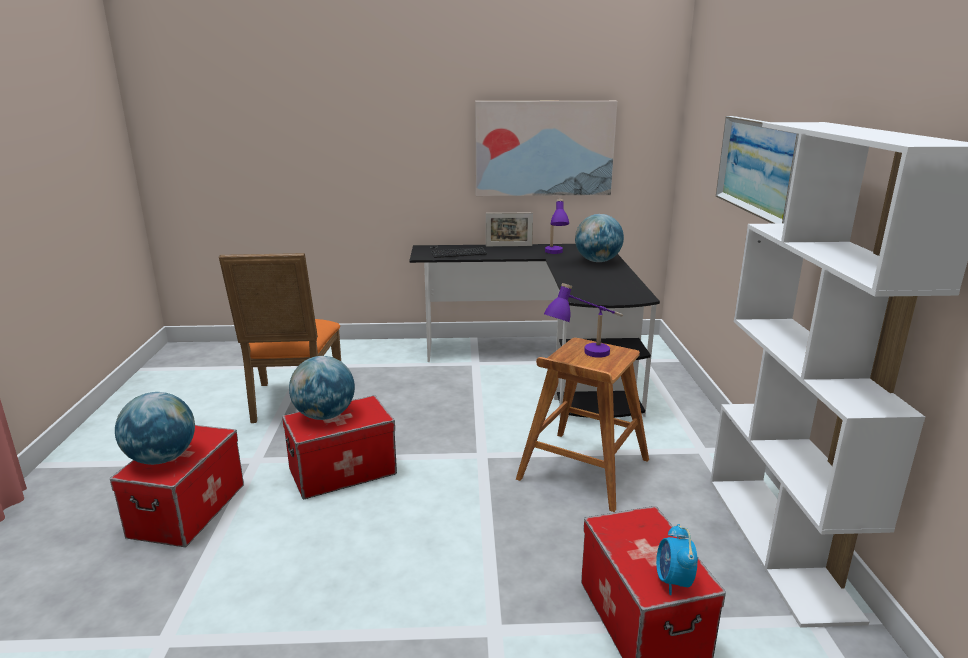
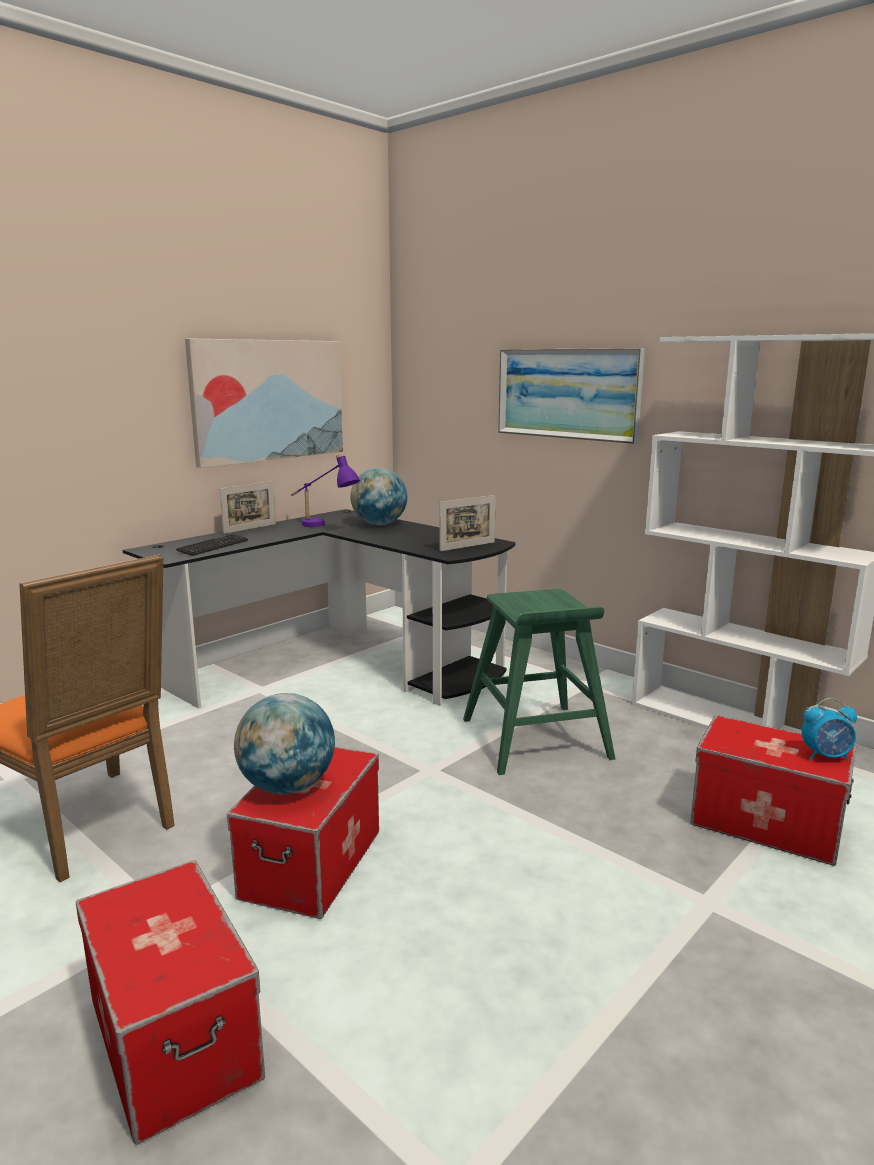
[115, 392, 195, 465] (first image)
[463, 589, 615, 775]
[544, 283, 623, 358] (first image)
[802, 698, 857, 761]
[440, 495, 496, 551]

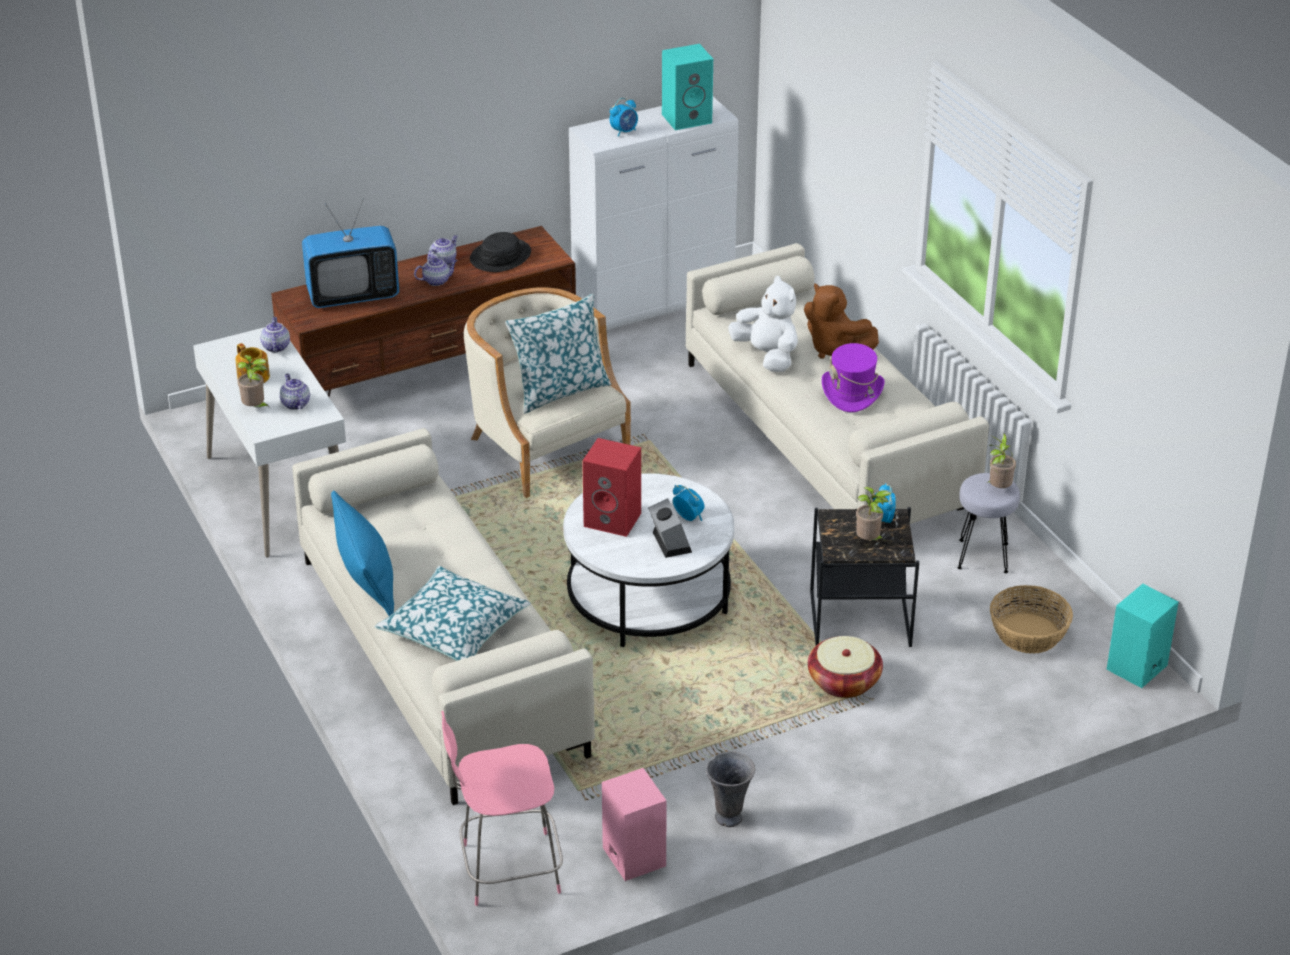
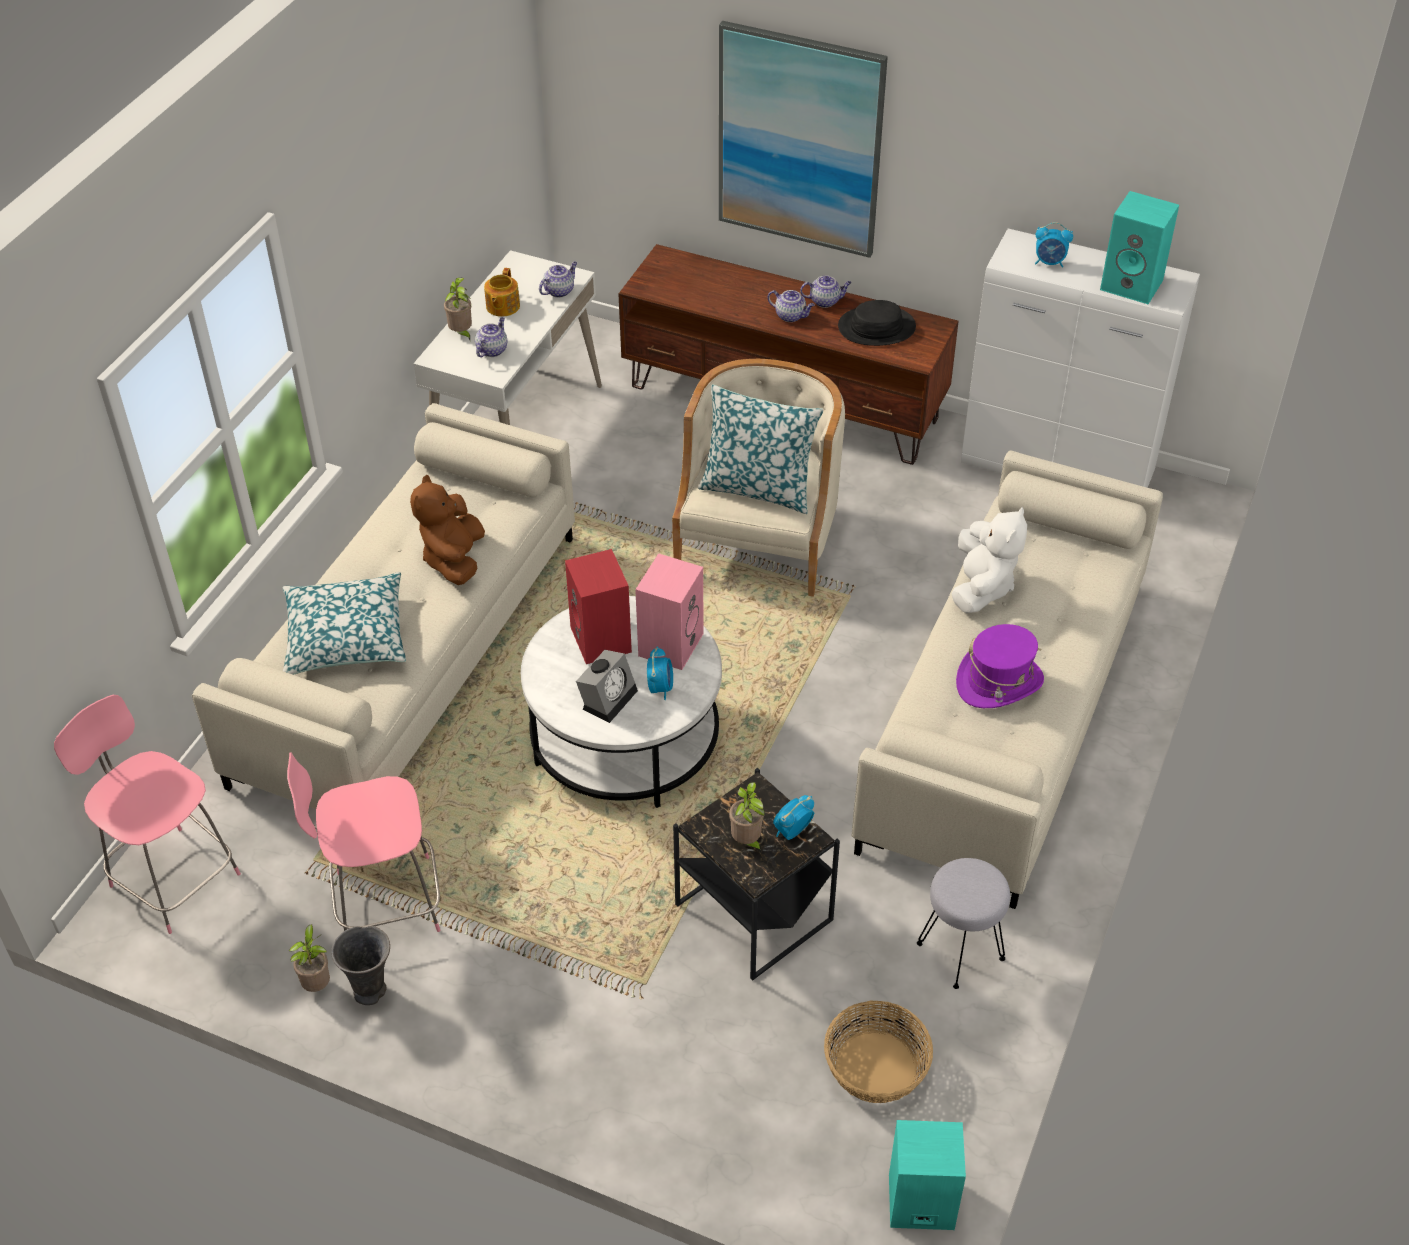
[302, 198, 399, 308] (first image)
[331, 491, 394, 616] (first image)
[635, 553, 704, 670]
[410, 475, 485, 585]
[808, 636, 883, 698] (first image)
[288, 924, 330, 992]
[287, 752, 440, 932]
[719, 21, 888, 258]

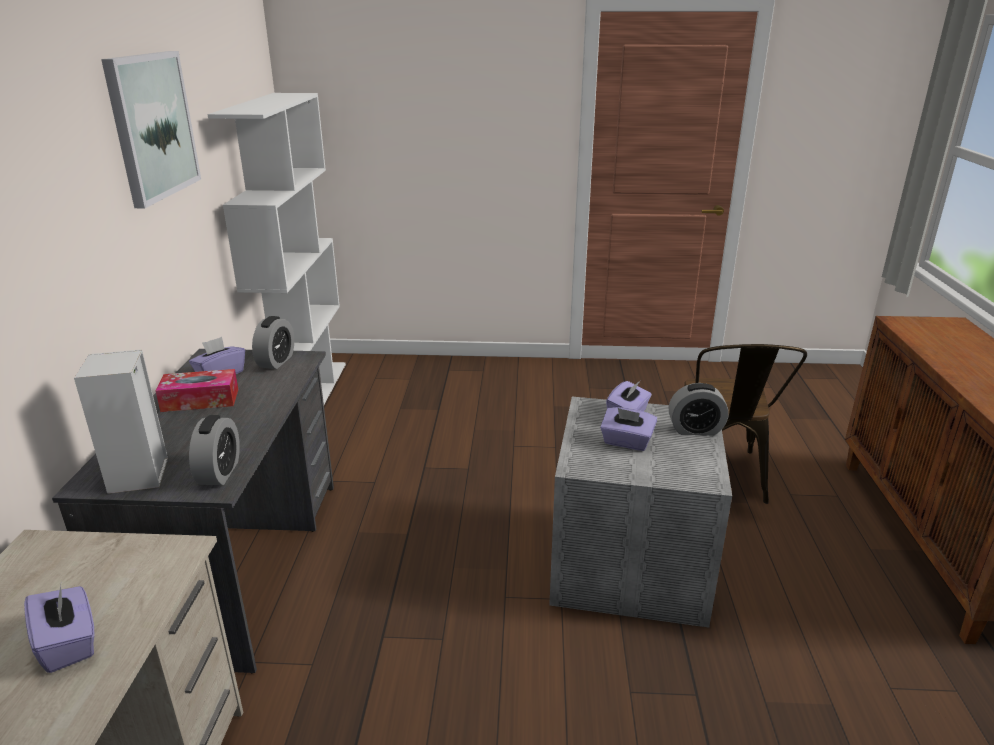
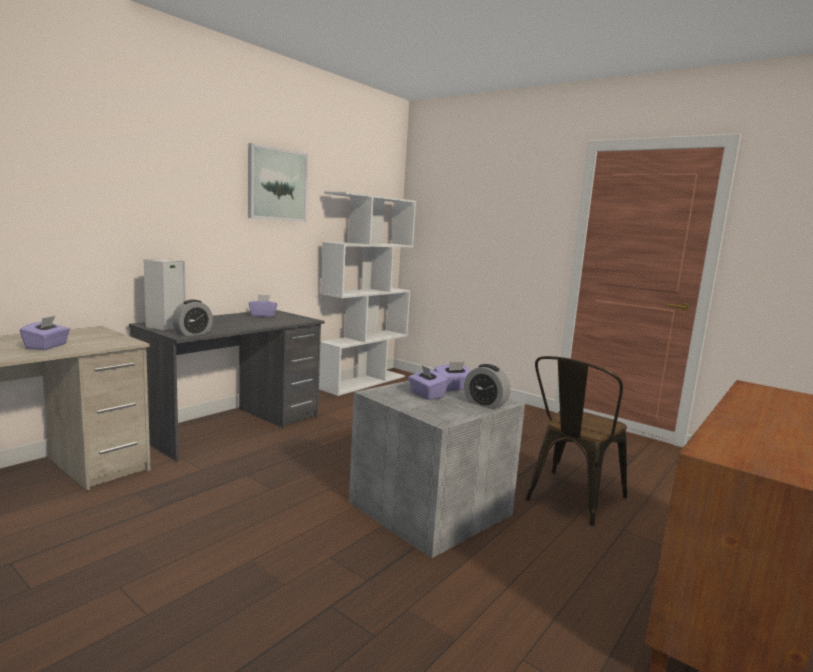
[155, 369, 238, 412] (first image)
[252, 316, 294, 369] (first image)

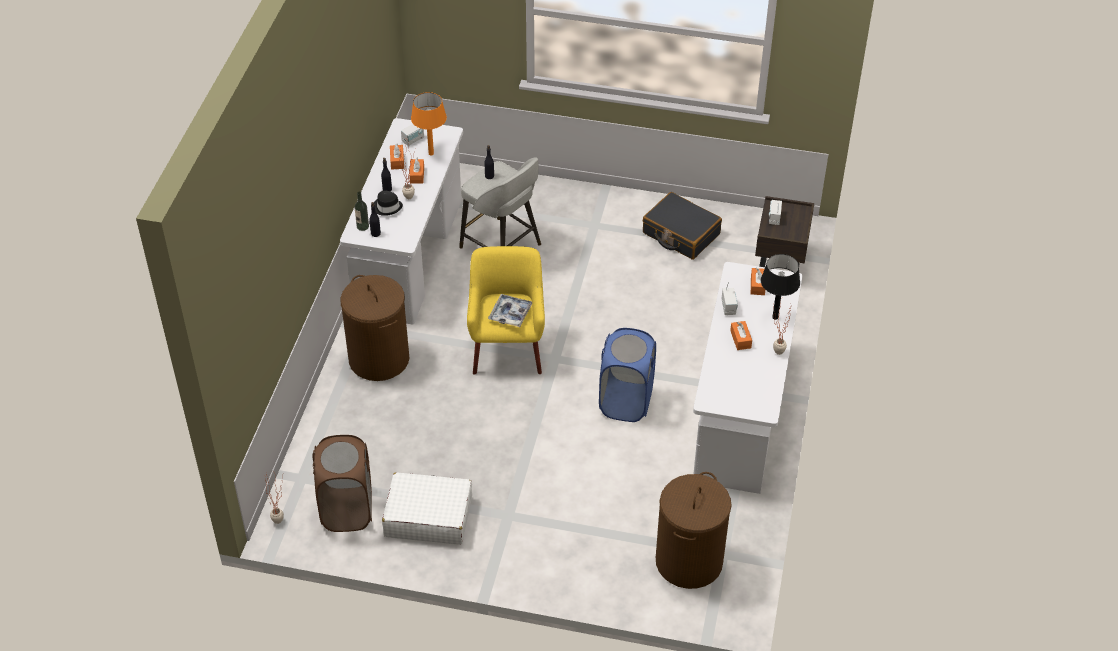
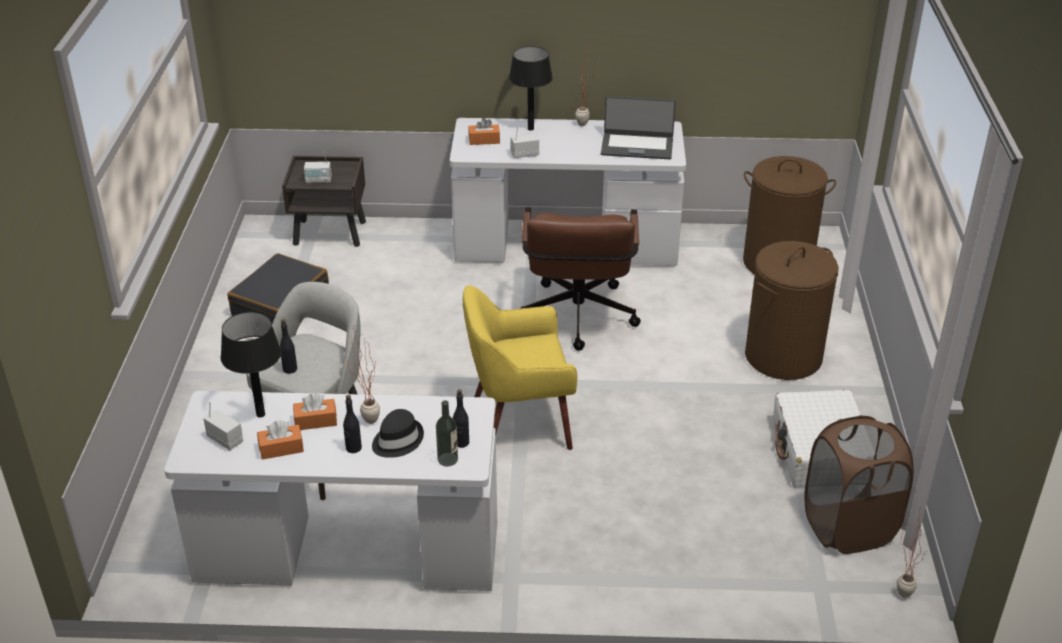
[745, 241, 839, 380]
[221, 312, 282, 418]
[488, 294, 532, 327] (first image)
[521, 207, 641, 351]
[730, 321, 752, 350] (first image)
[601, 96, 676, 159]

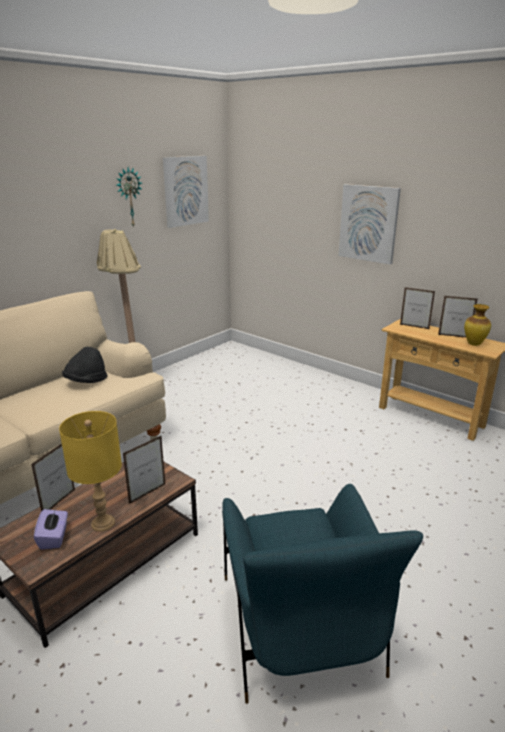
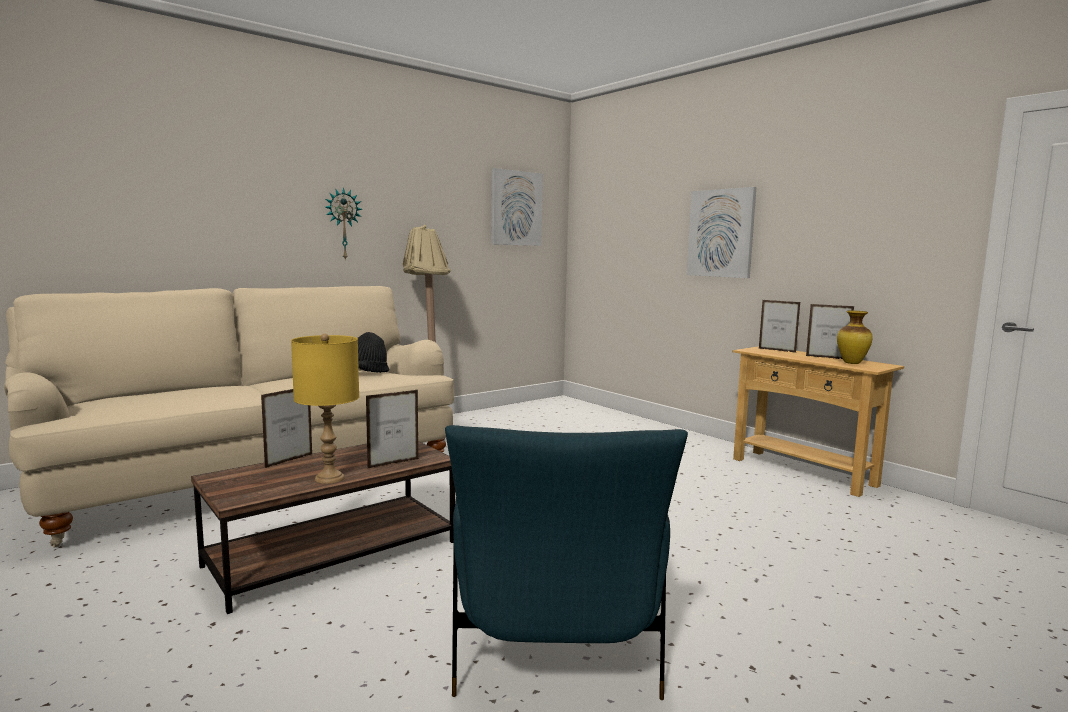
[34, 509, 68, 550] (first image)
[325, 187, 362, 261]

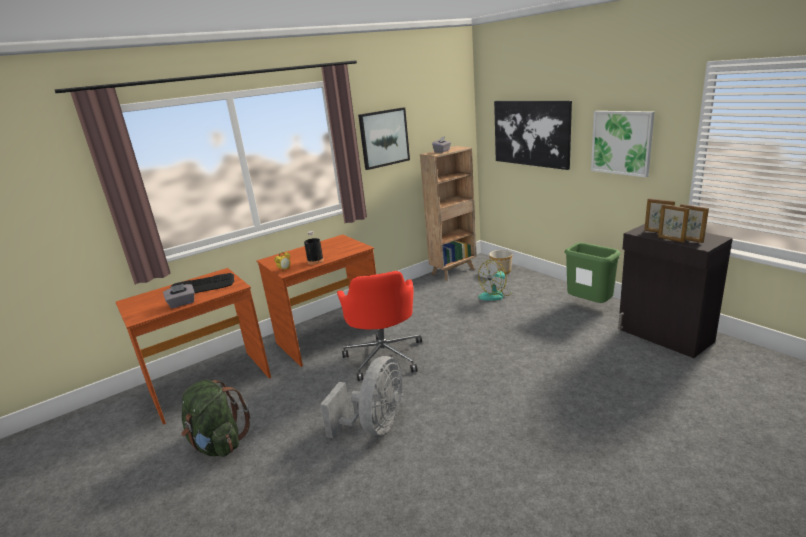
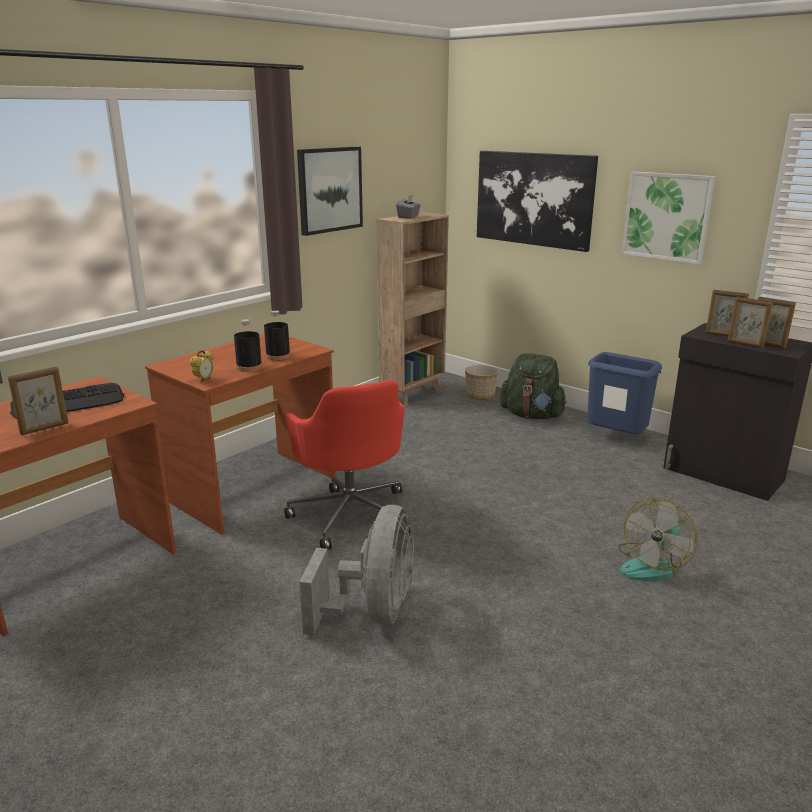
[8, 367, 69, 435]
[500, 353, 567, 419]
[618, 497, 697, 581]
[587, 352, 662, 434]
[264, 310, 291, 361]

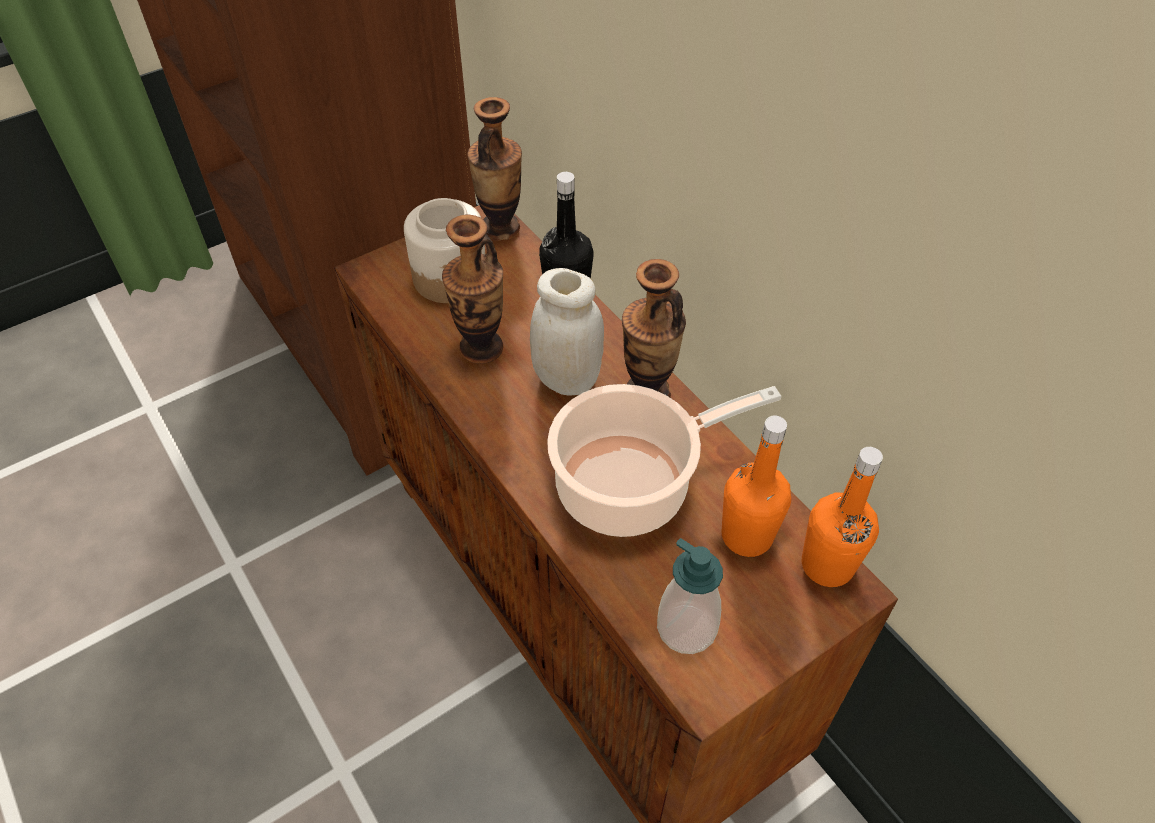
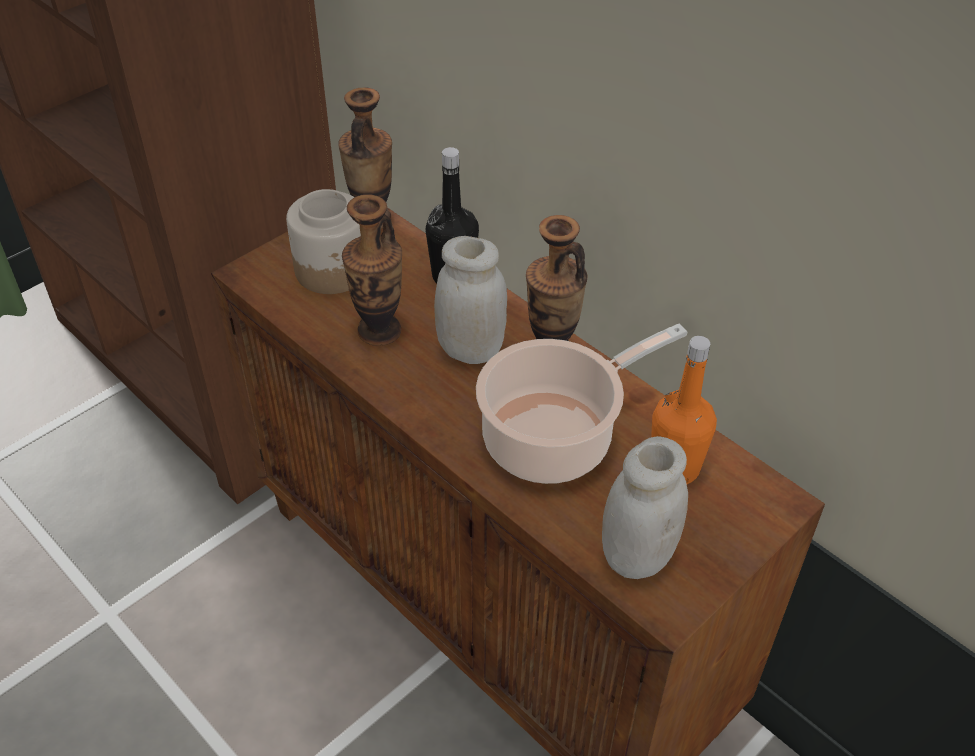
[602, 436, 688, 579]
[802, 447, 883, 587] (first image)

